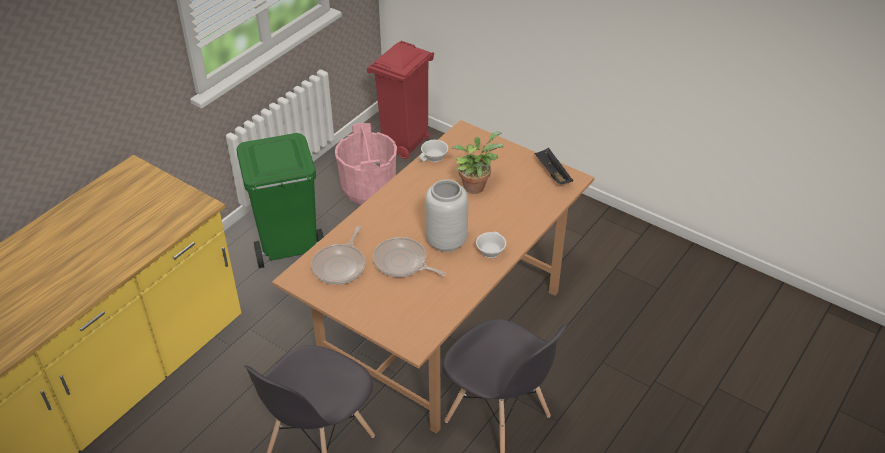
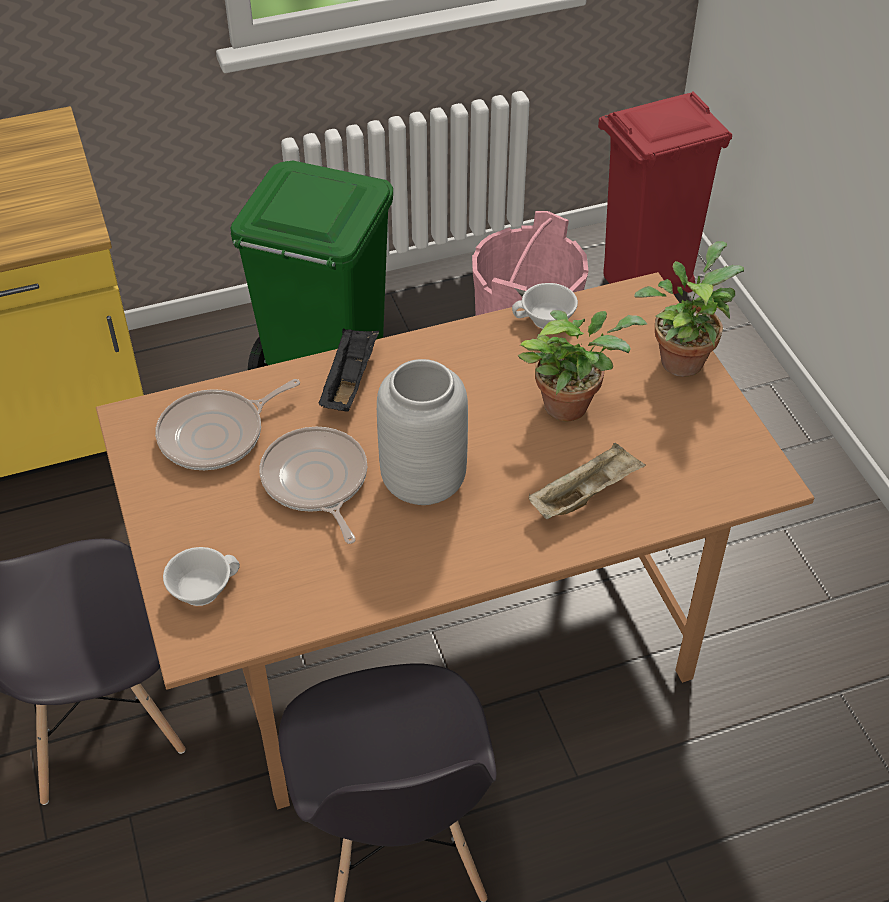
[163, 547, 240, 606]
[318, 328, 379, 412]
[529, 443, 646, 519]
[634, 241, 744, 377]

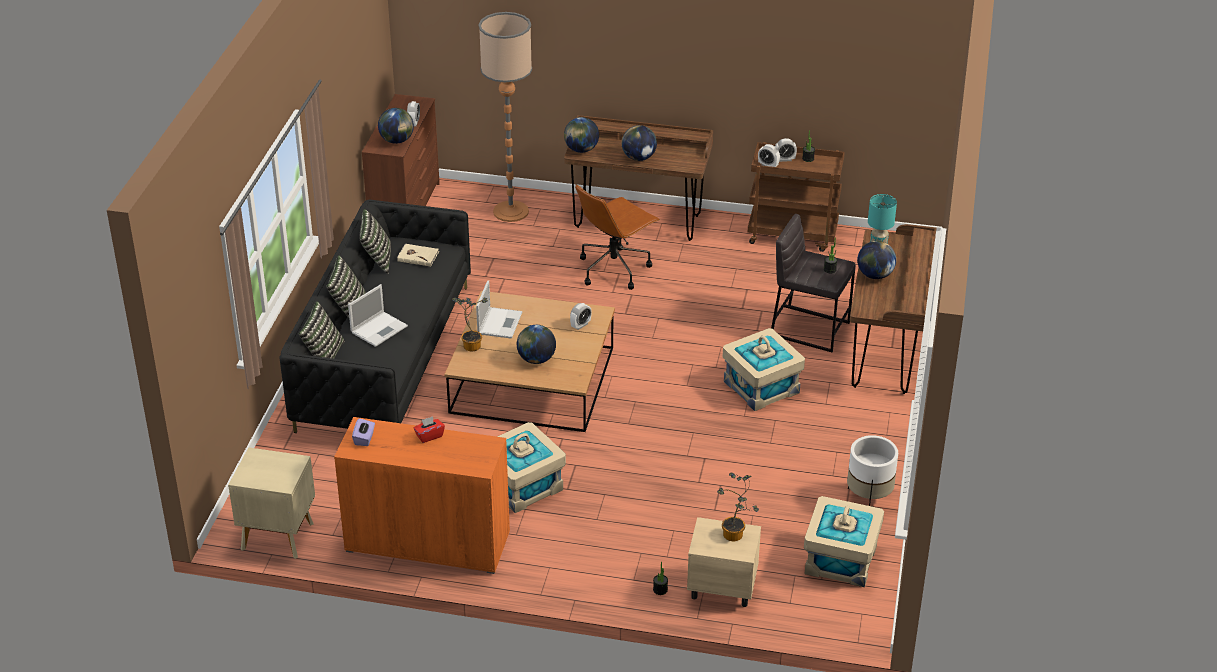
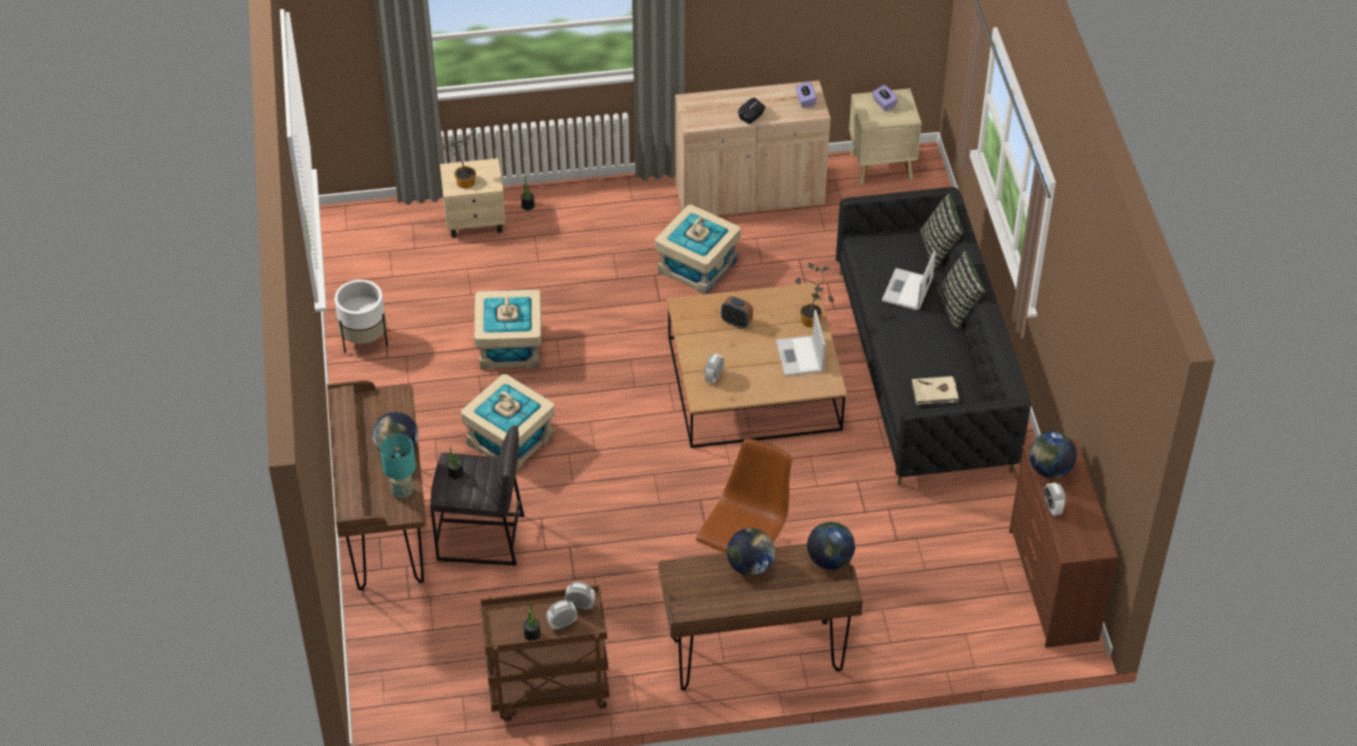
[675, 81, 830, 215]
[359, 209, 391, 274] (first image)
[738, 97, 765, 124]
[479, 12, 532, 222] (first image)
[721, 296, 753, 329]
[474, 290, 541, 370]
[872, 85, 898, 111]

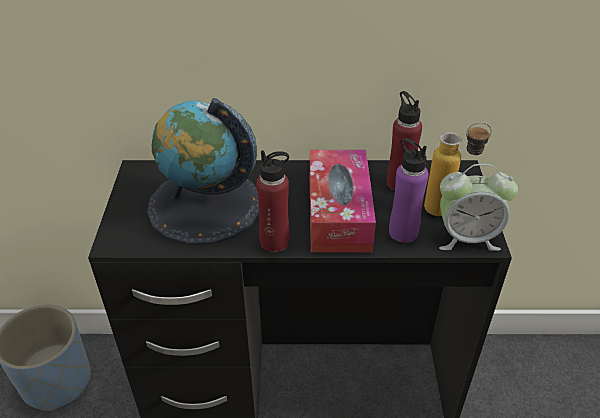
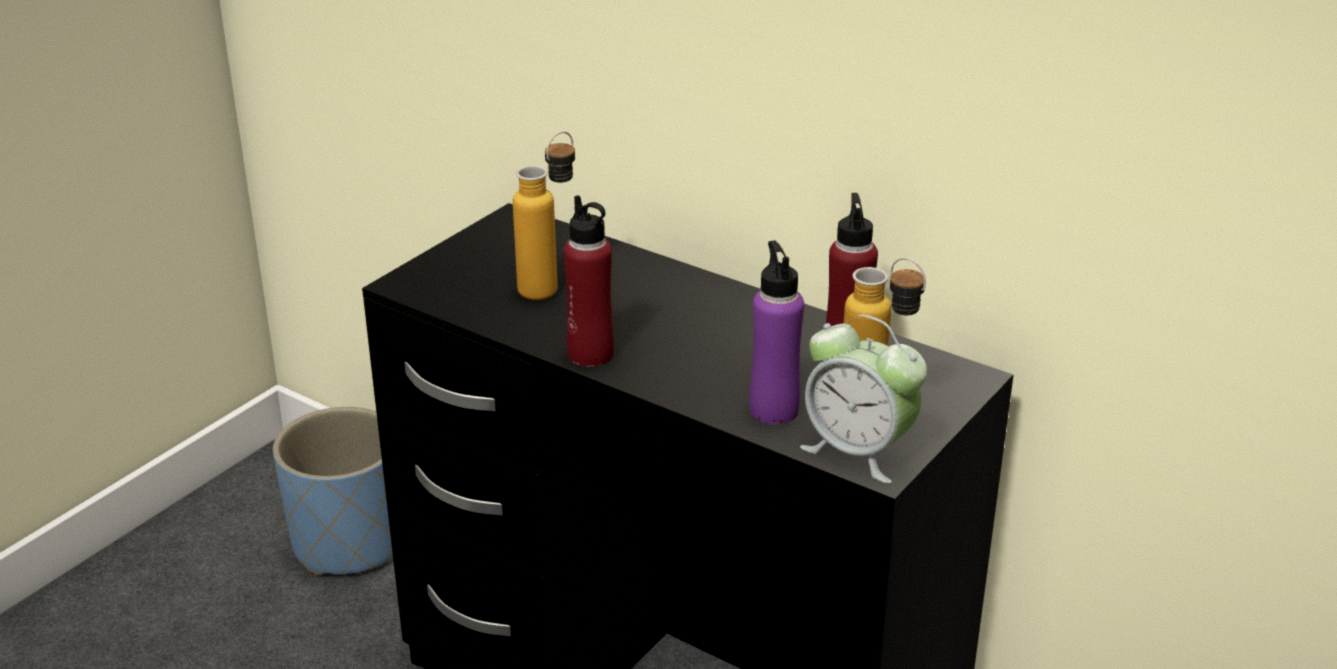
[513, 131, 575, 300]
[310, 150, 376, 252] (first image)

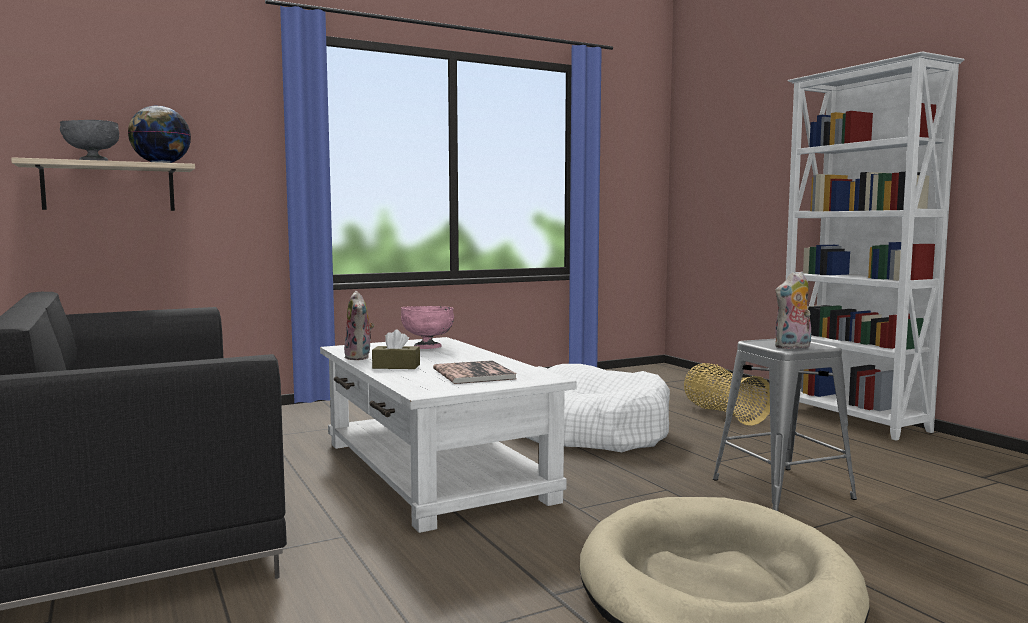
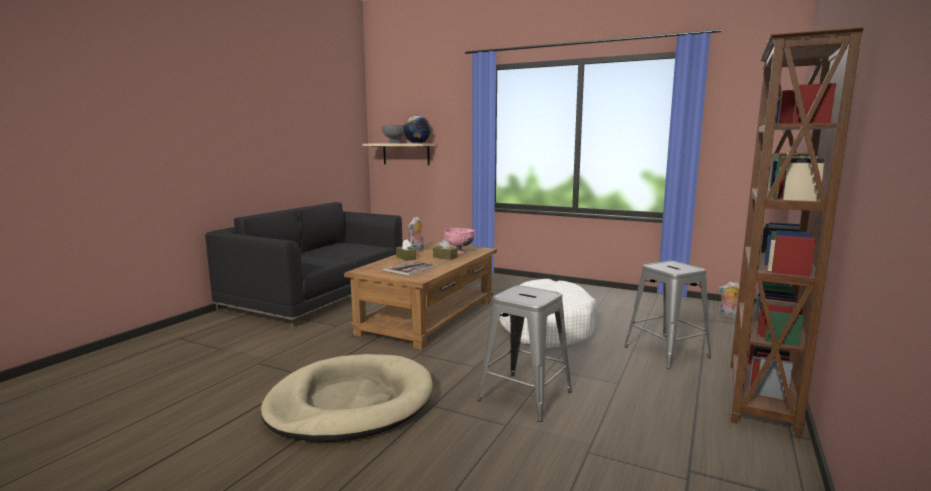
[344, 242, 497, 350]
[624, 261, 711, 369]
[718, 282, 740, 319]
[730, 27, 864, 437]
[433, 239, 457, 260]

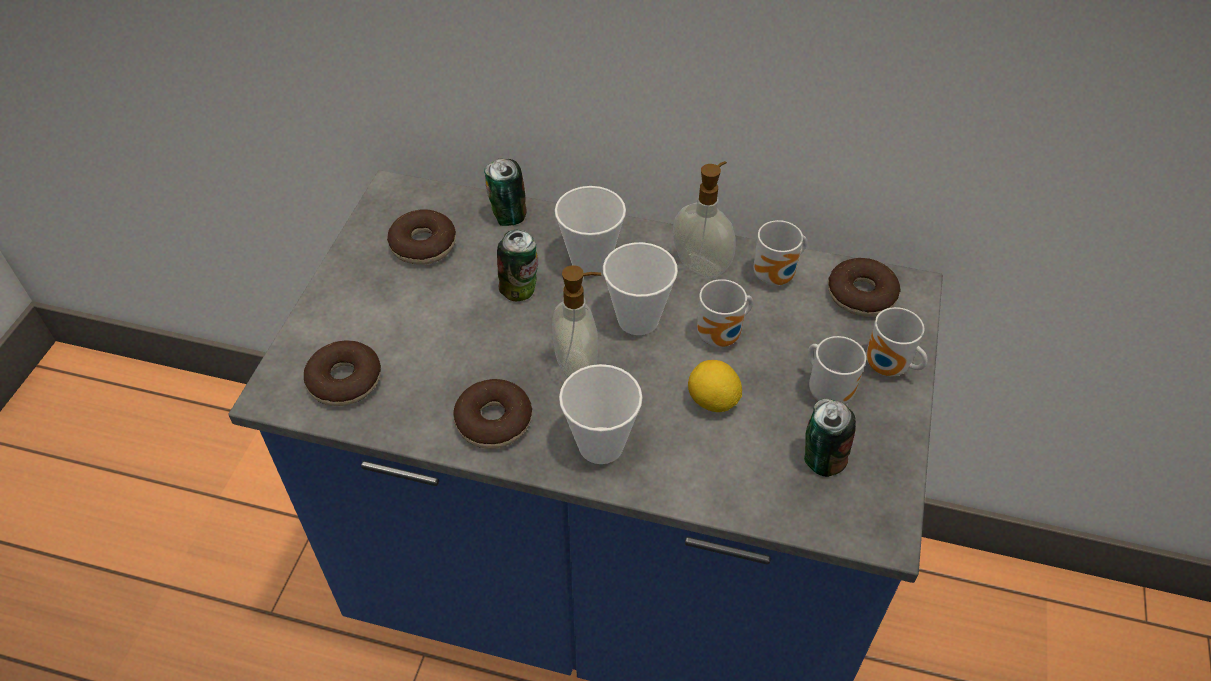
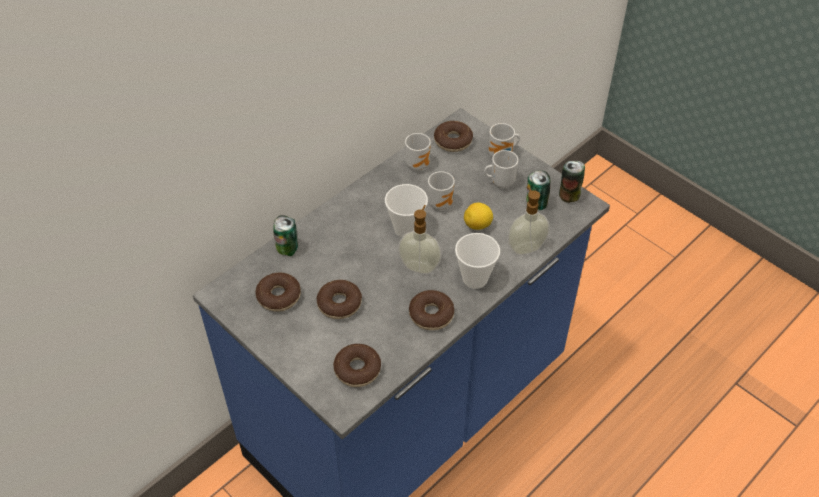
[559, 161, 585, 203]
[555, 186, 626, 276] (first image)
[508, 186, 550, 255]
[316, 280, 362, 319]

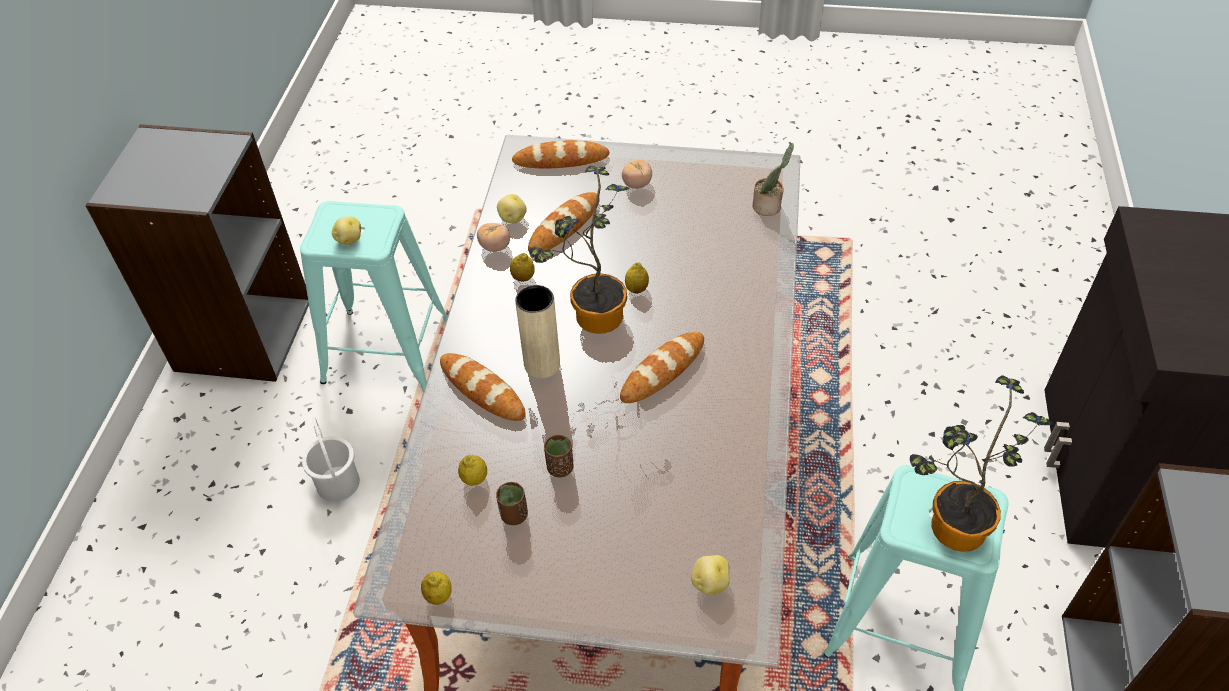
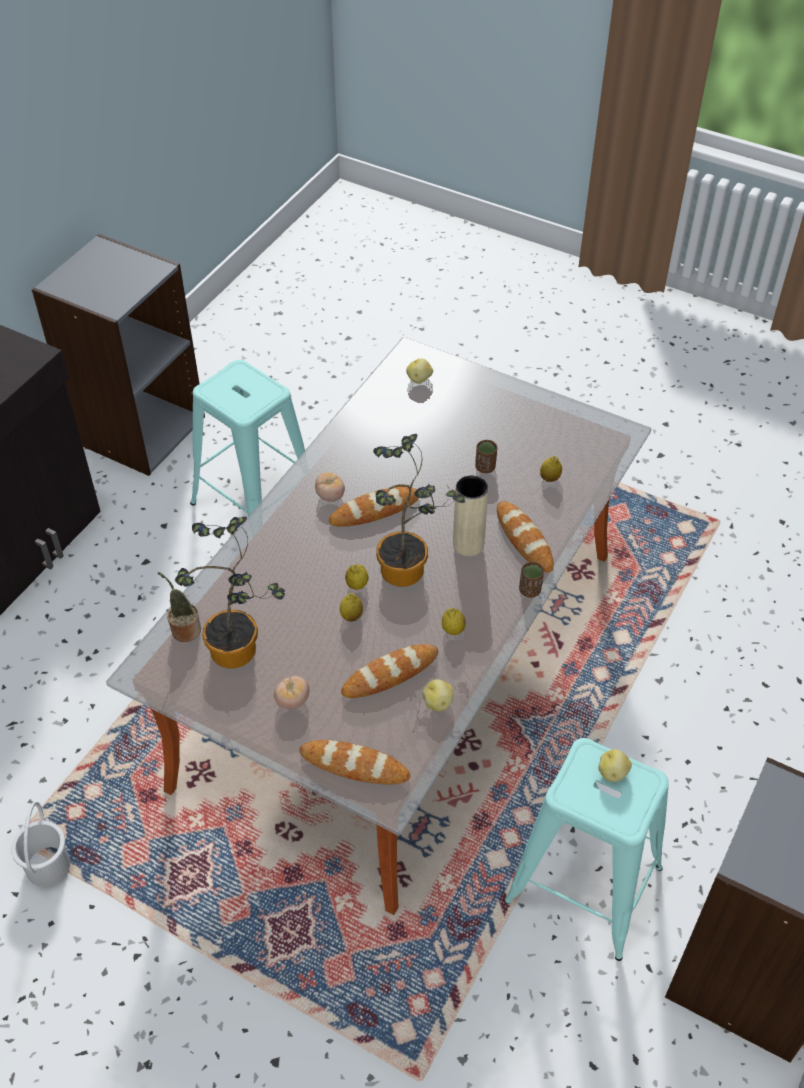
[11, 802, 70, 887]
[340, 593, 363, 621]
[315, 472, 345, 502]
[519, 562, 544, 598]
[175, 517, 285, 668]

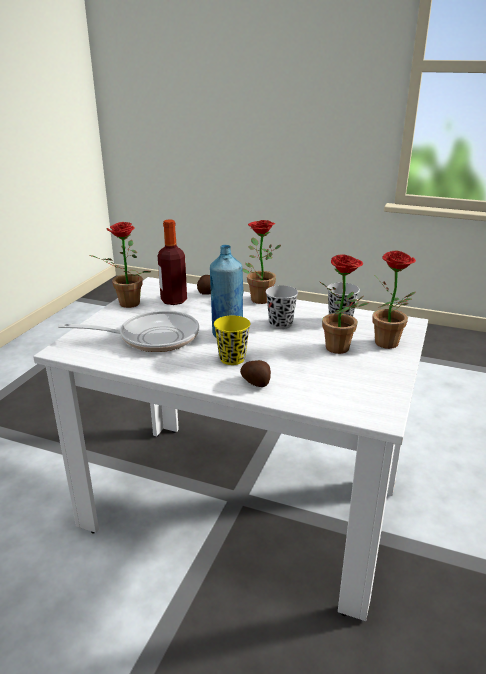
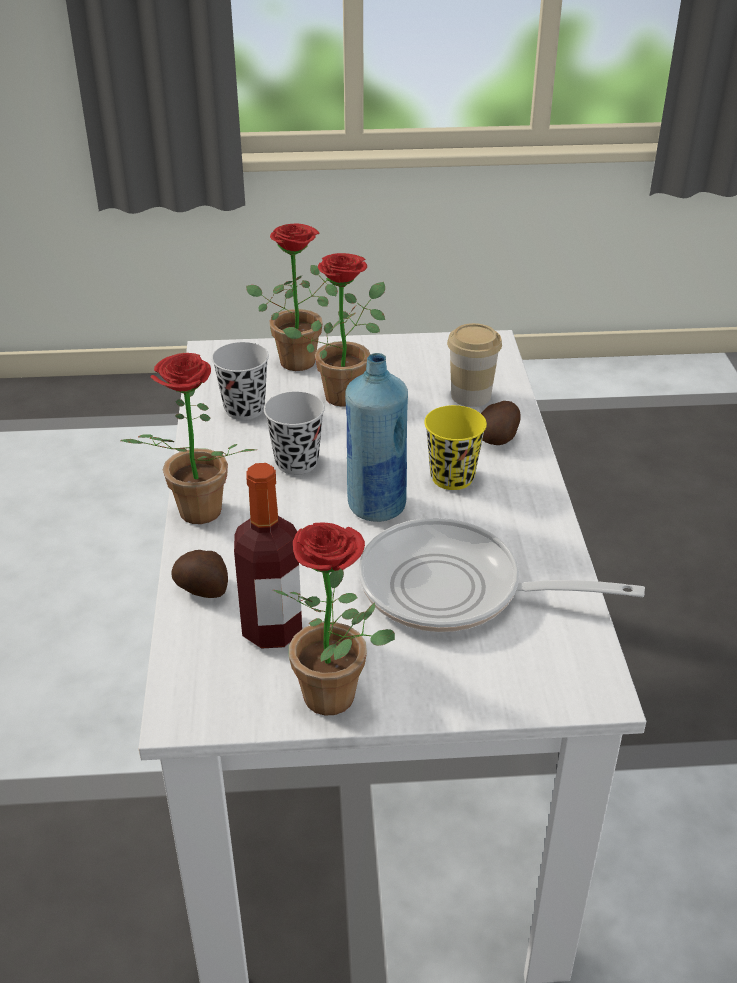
[359, 518, 645, 632]
[447, 323, 502, 407]

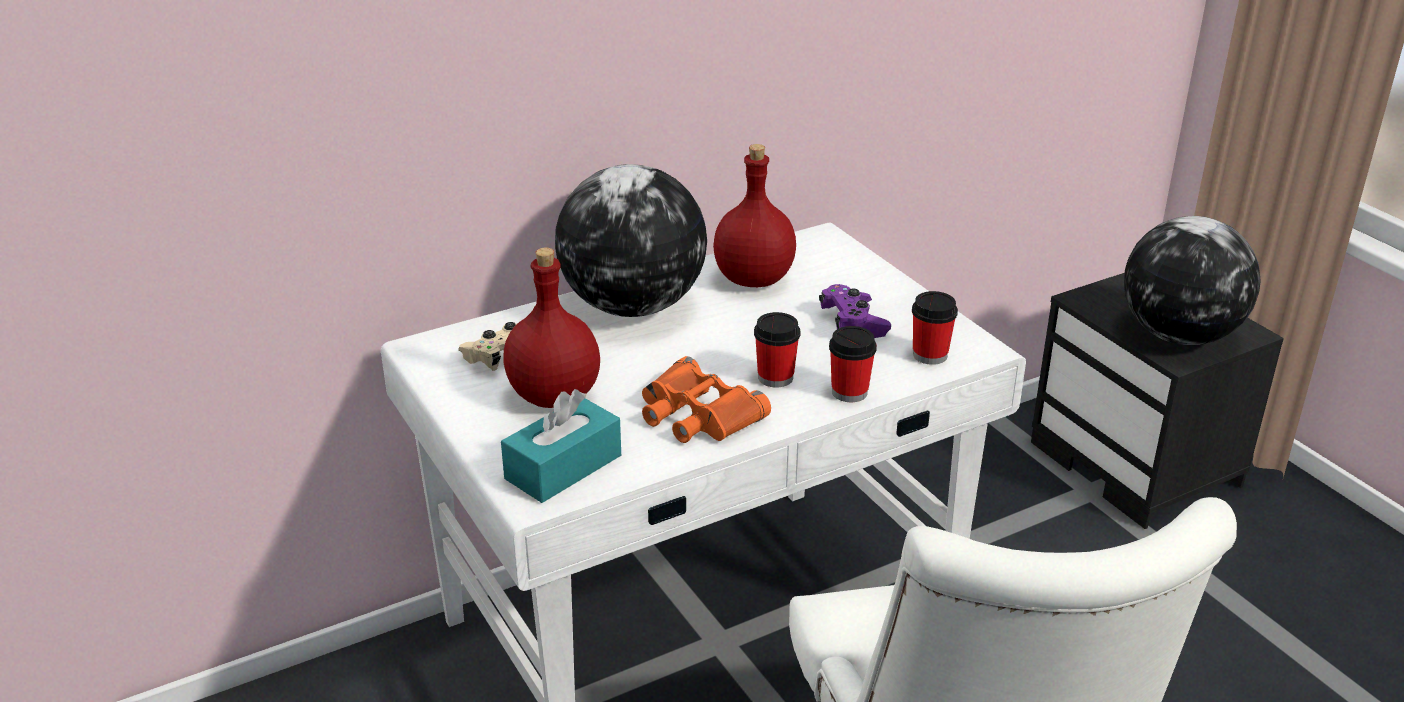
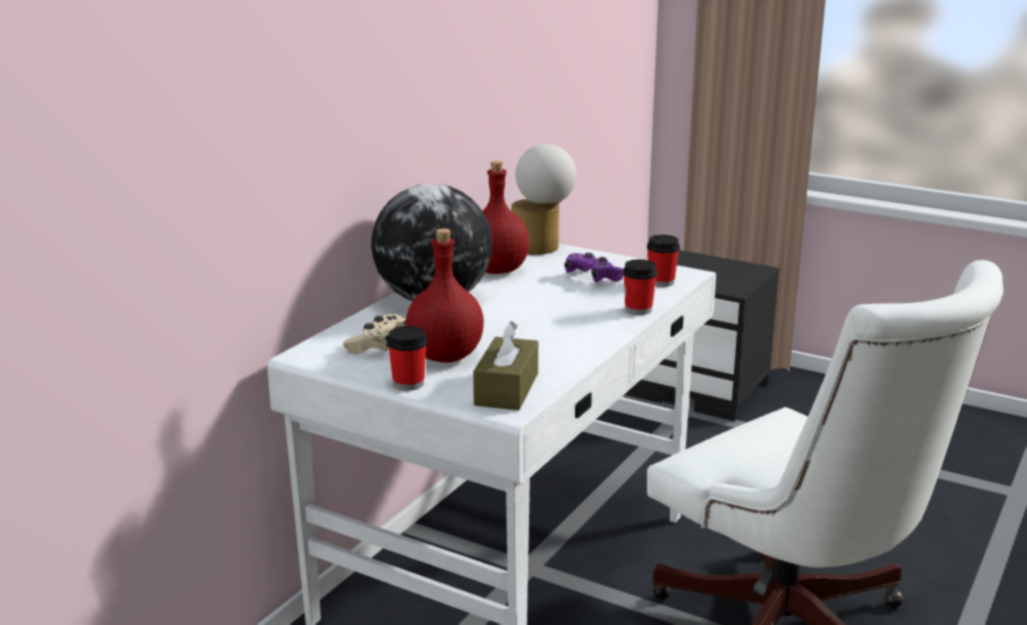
[473, 321, 538, 410]
[642, 356, 771, 443] (first image)
[387, 326, 427, 391]
[1124, 216, 1261, 345] (first image)
[511, 144, 576, 255]

